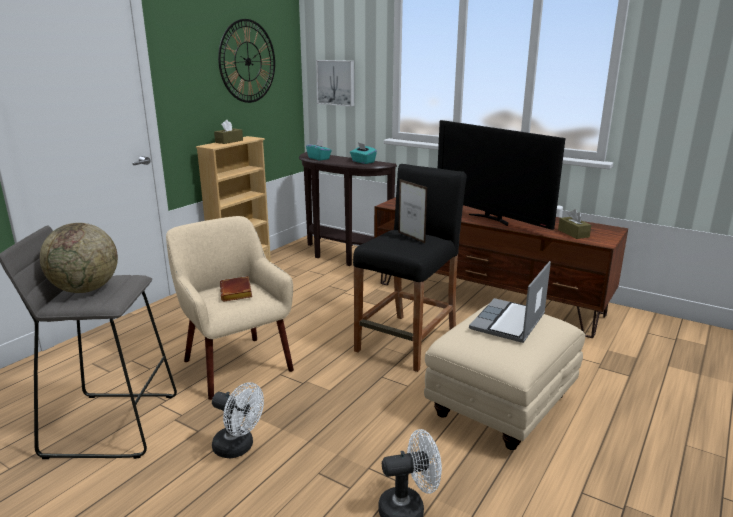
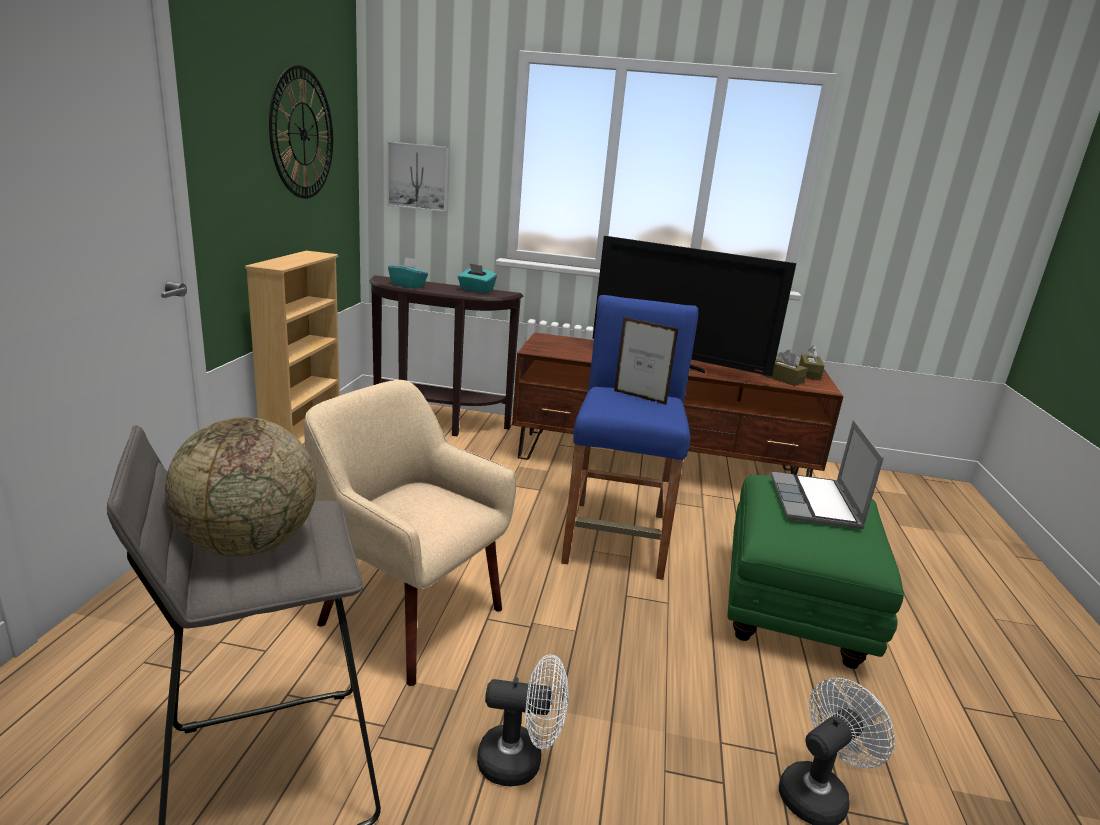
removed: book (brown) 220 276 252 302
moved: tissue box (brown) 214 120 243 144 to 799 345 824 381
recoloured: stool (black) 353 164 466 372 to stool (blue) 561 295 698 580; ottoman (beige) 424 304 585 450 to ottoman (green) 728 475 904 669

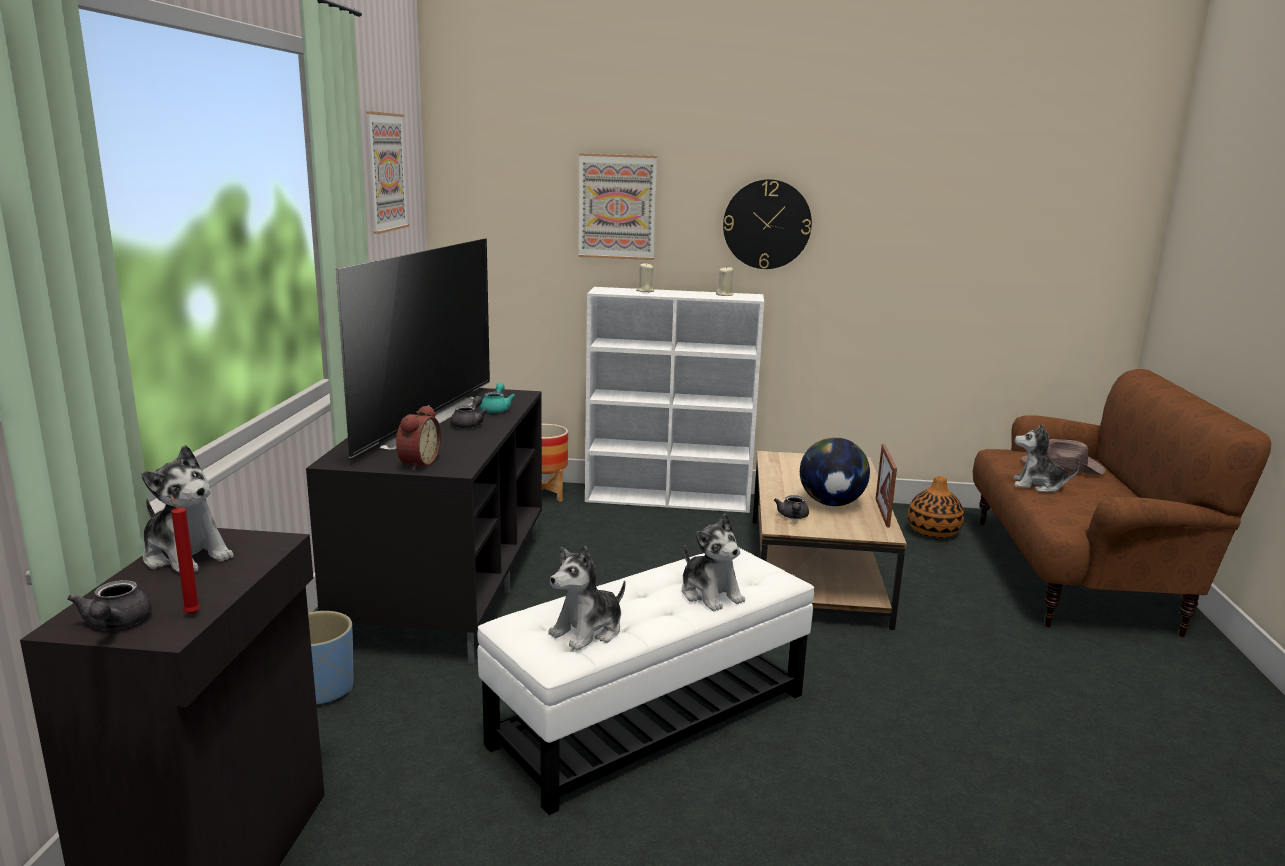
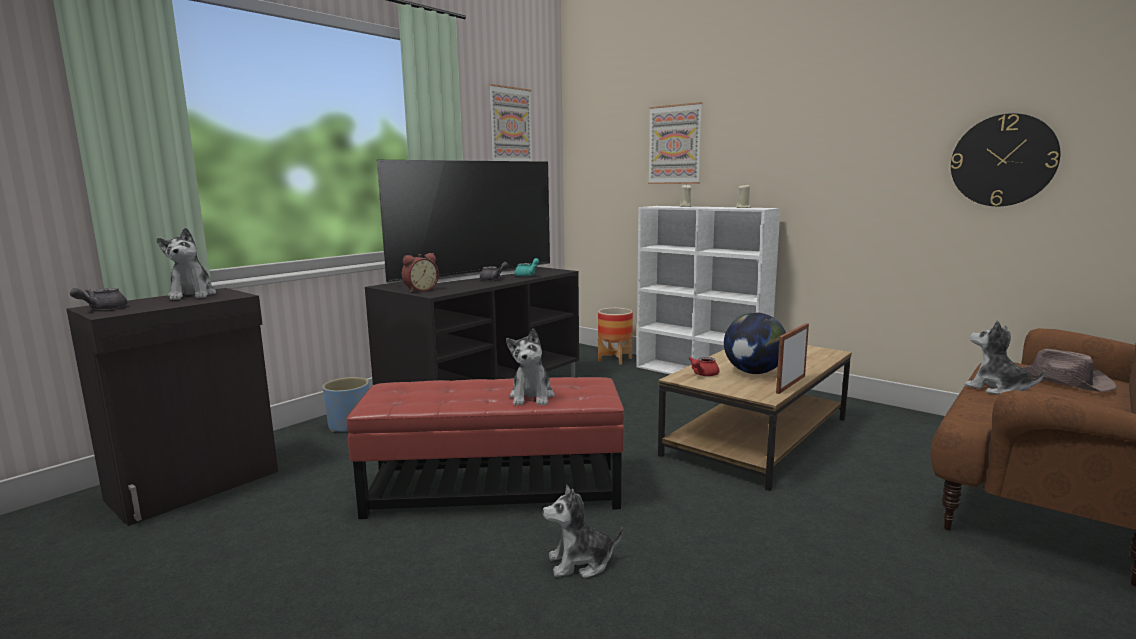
removed: candle (red) 170 494 200 615; vase 908 476 964 538
moved: plush toy 549 546 625 651 to 542 485 623 578; wall clock 723 179 812 269 to 951 113 1060 206
recoloured: ottoman (white) 477 548 814 815 to ottoman (red) 346 377 624 519; teapot (grey) 774 495 809 519 to teapot (red) 688 357 719 376

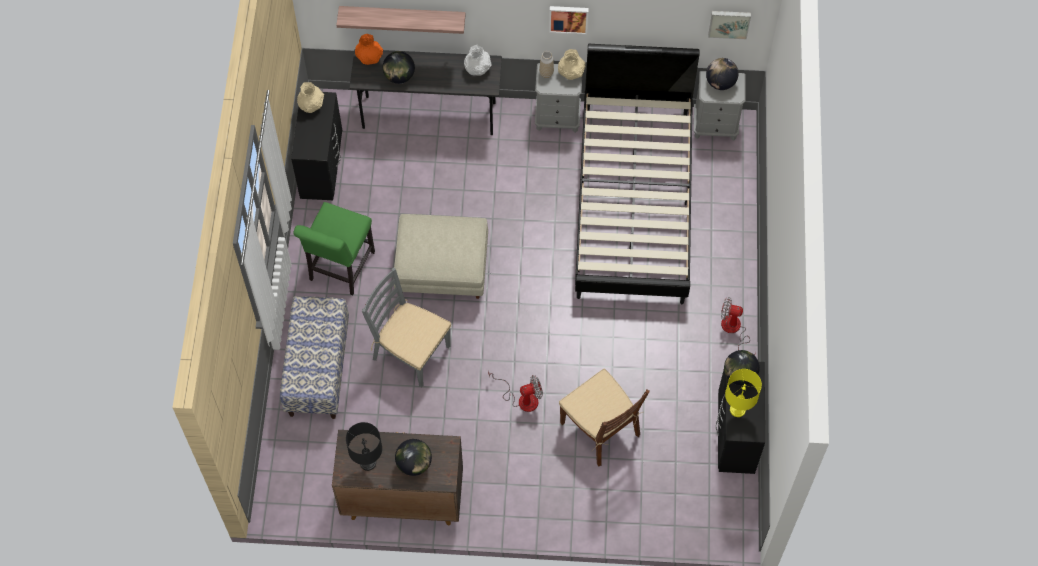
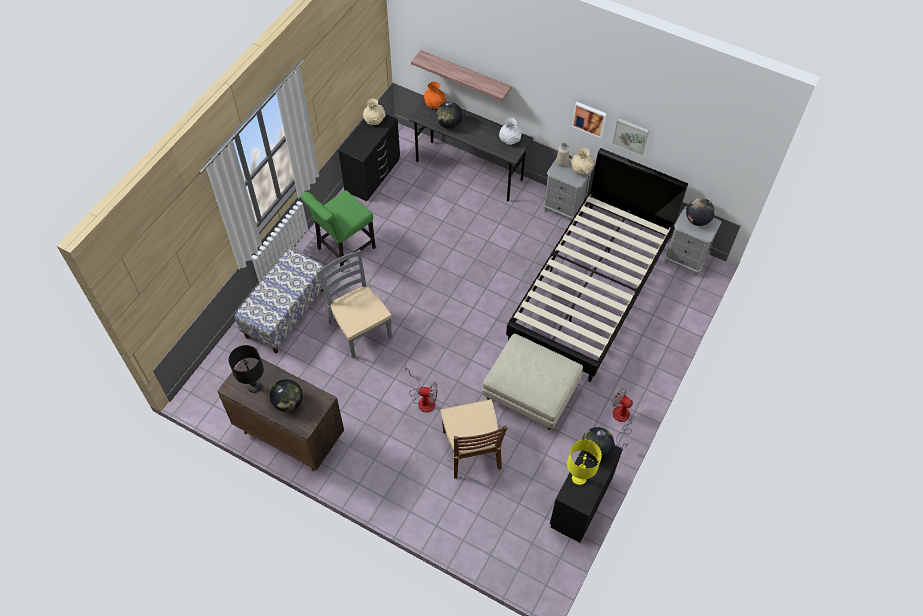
moved: ottoman (beige) 393 214 488 299 to 482 334 583 430; picture 708 11 751 39 to 613 118 649 155

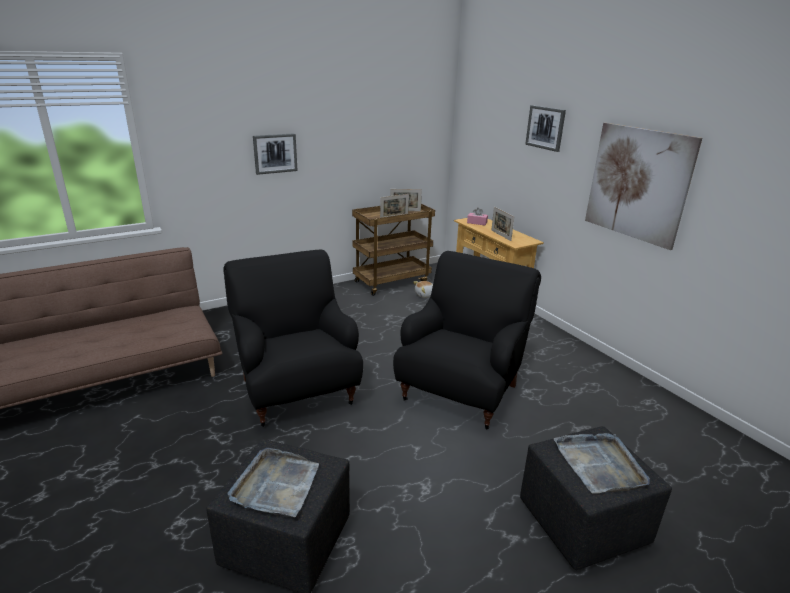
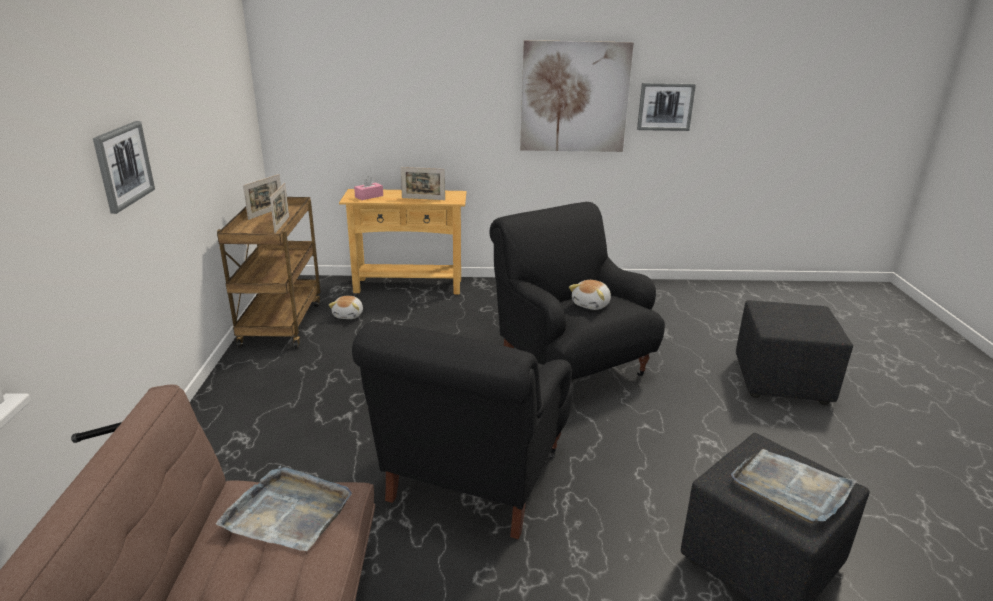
added: plush toy 569 280 611 310
moved: picture 525 105 566 152 to 637 83 696 131; tray (grey) 554 433 650 494 to 216 466 352 551
turned: armchair (black) 223 250 363 427 = 352 322 574 539 75 degrees counterclockwise

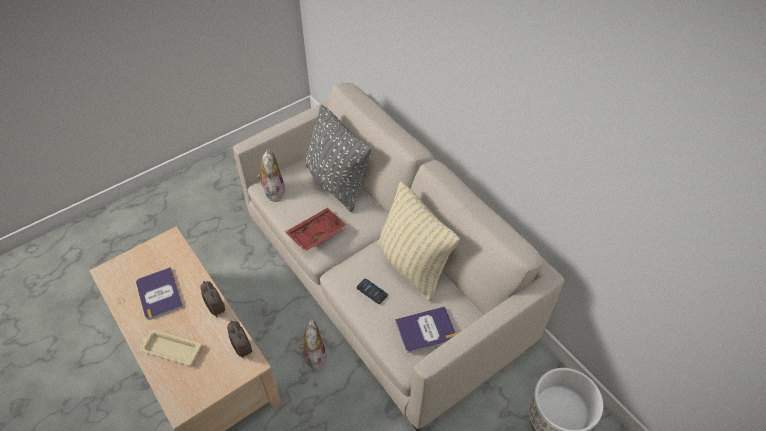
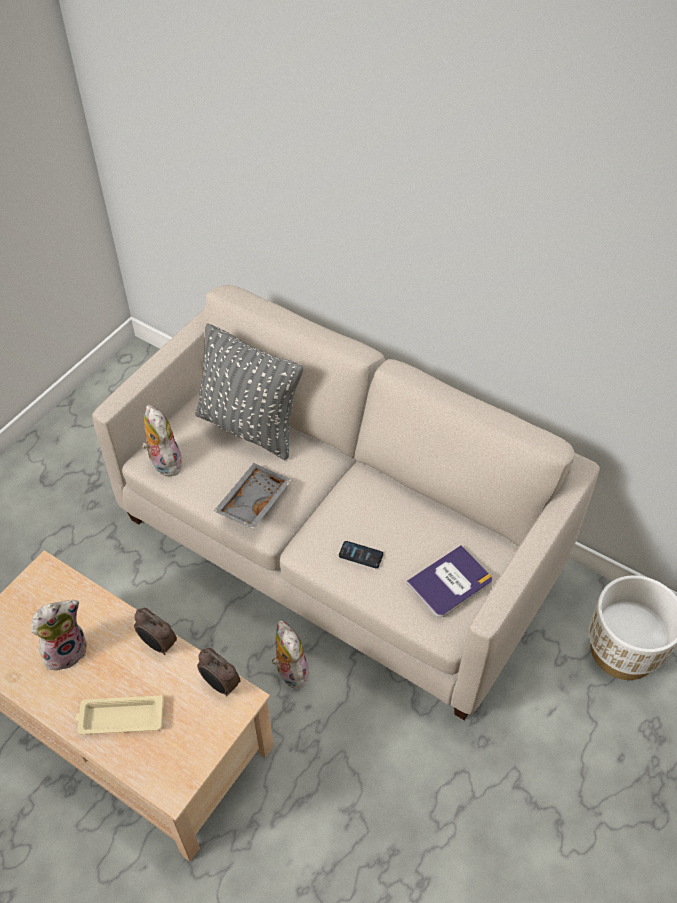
removed: pillow (beige) 377 181 460 301
replaced: book 136 267 183 320 to plush toy 31 600 87 670
recoloured: tray (red) 285 208 347 251 to tray (grey) 214 463 292 529

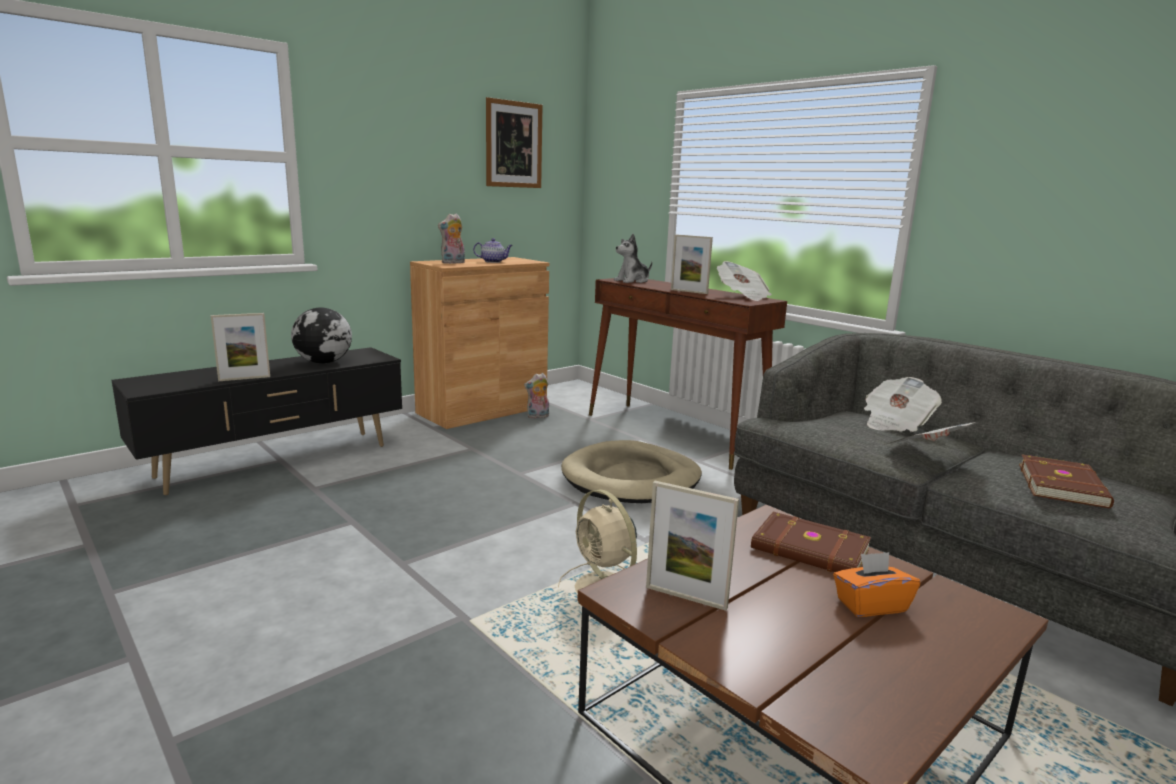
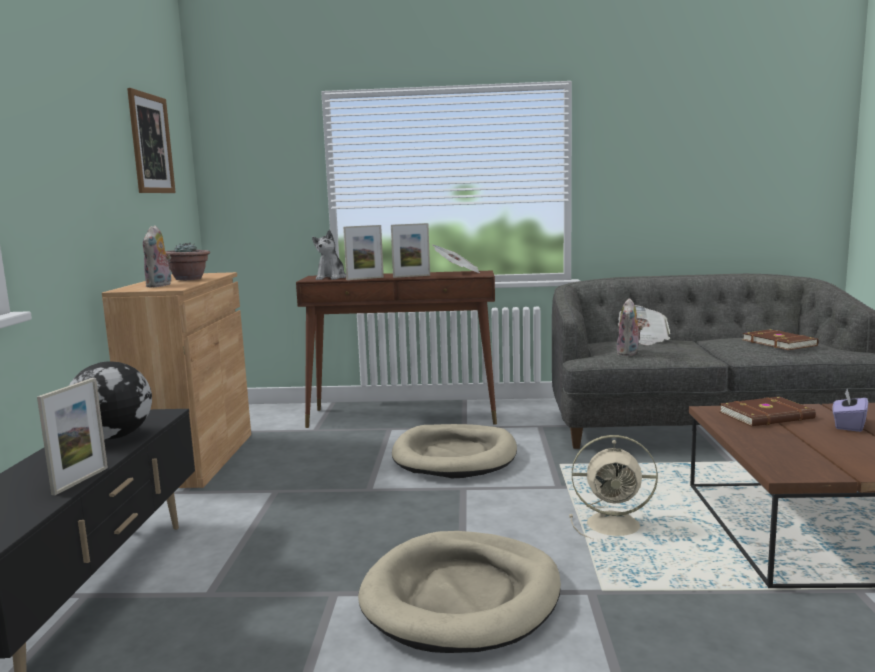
removed: newspaper 887 422 979 444
added: dog bed (beige) 358 531 561 653
moved: plush toy 524 373 549 419 to 617 298 643 356; picture frame 646 481 739 611 to 343 225 384 280
replaced: teapot 473 238 513 263 to potted plant 165 242 210 280
recoloured: tissue box (orange) 833 552 920 617 to tissue box (purple) 832 389 868 432

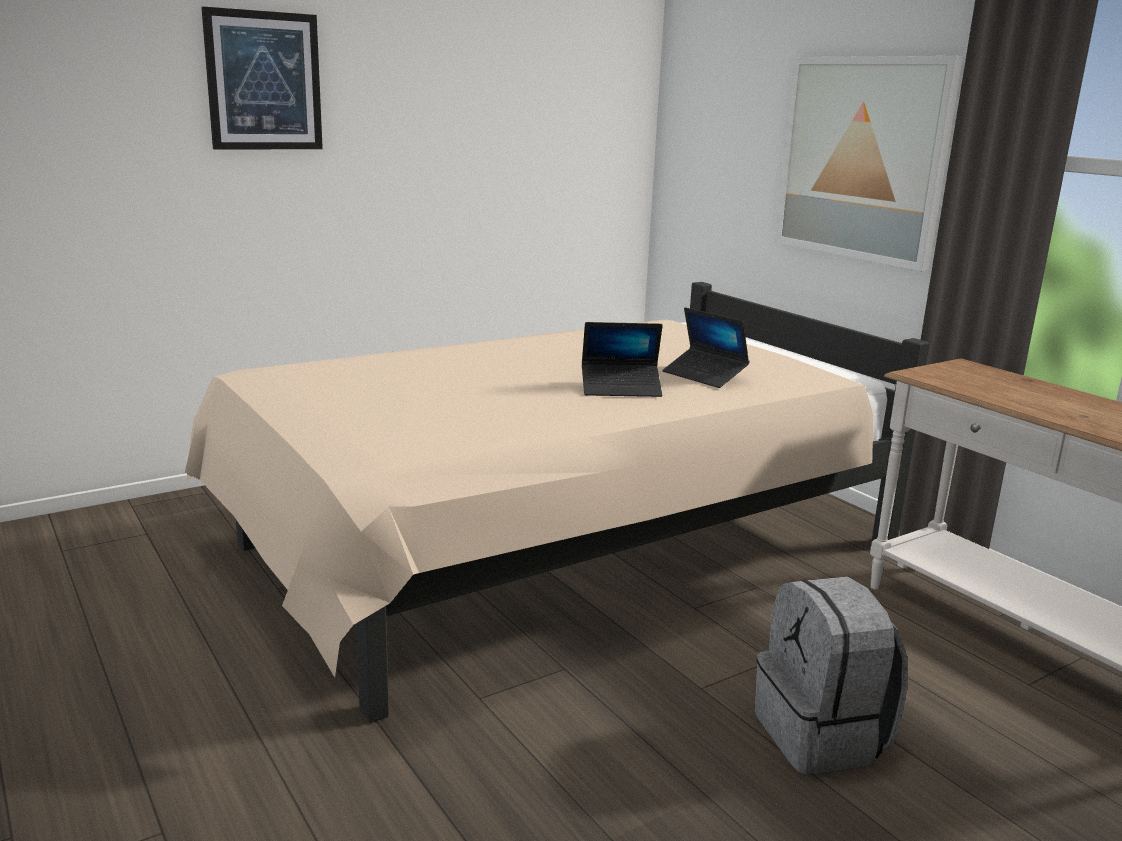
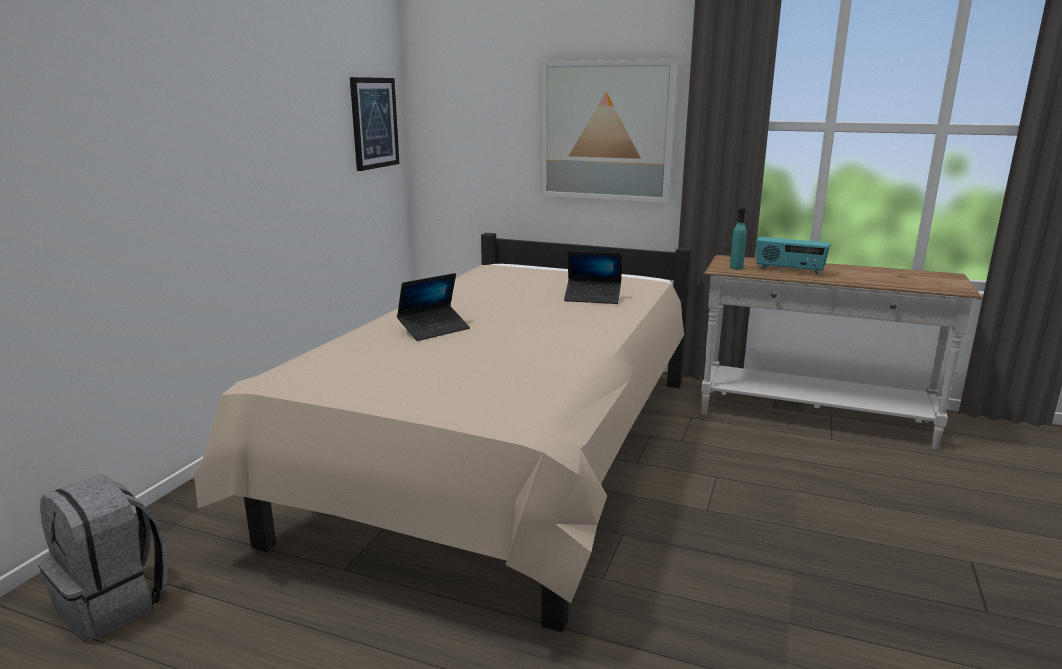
added: bottle (turquoise) 730 208 747 269; radio 756 237 830 275
moved: picture 201 7 323 150 to 350 77 399 171; laptop 582 322 663 397 to 397 273 470 341; backpack (grey) 755 576 907 774 to 38 474 168 642

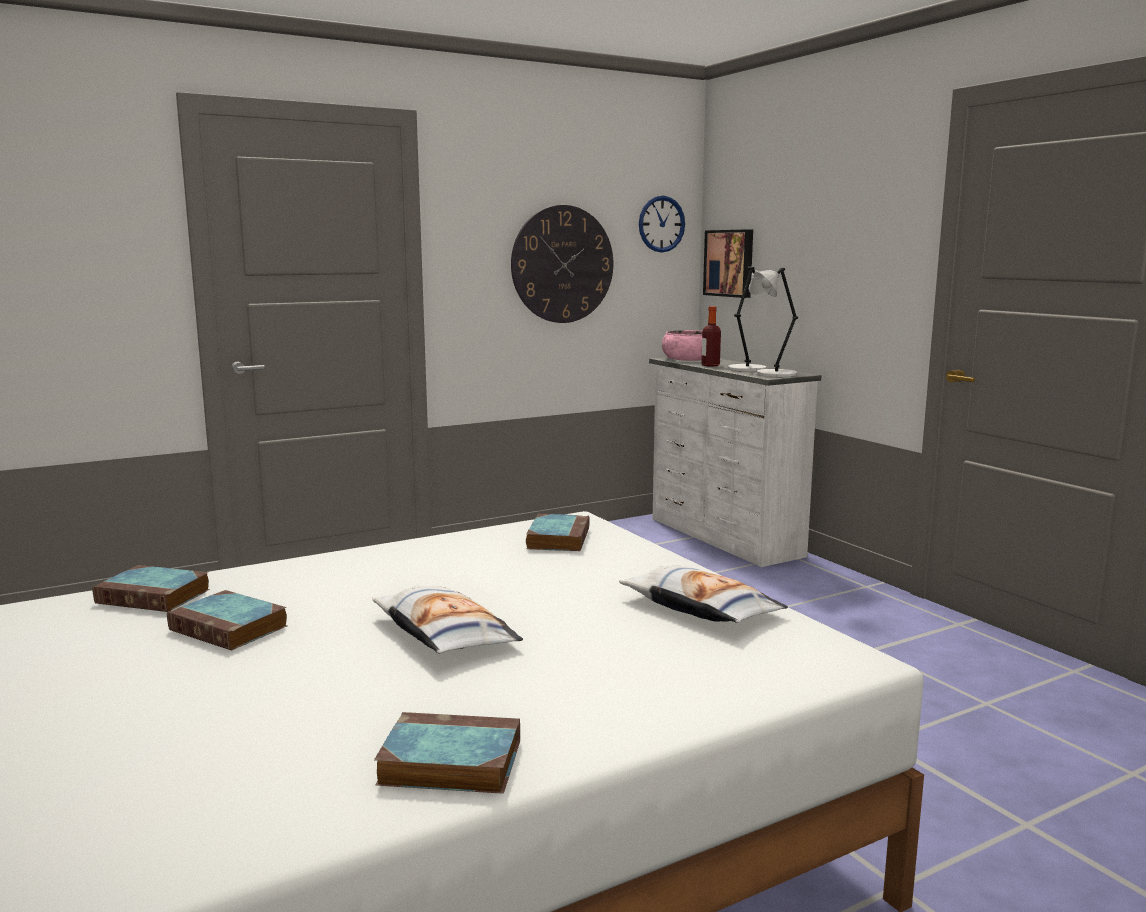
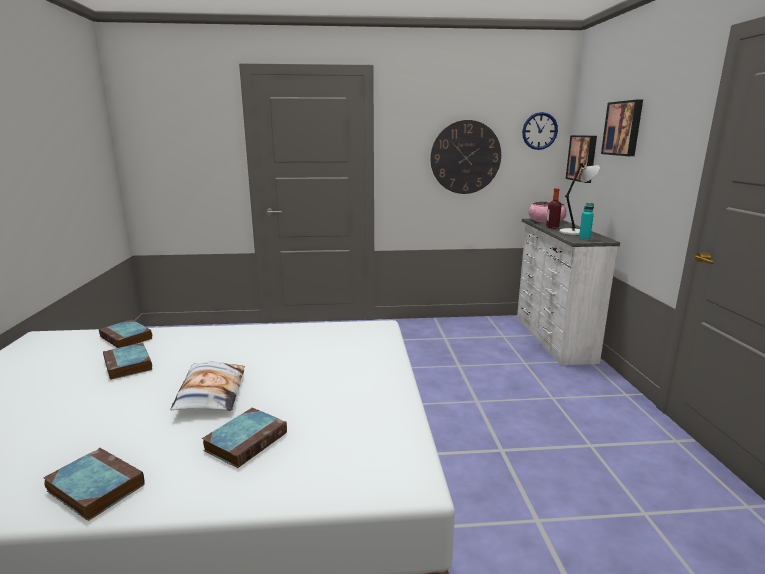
removed: pillow 619 566 788 623
added: picture 601 99 643 156
moved: book 526 514 590 551 to 202 408 287 468
replaced: table lamp (grey) 754 268 798 377 to bottle (turquoise) 579 203 594 240

